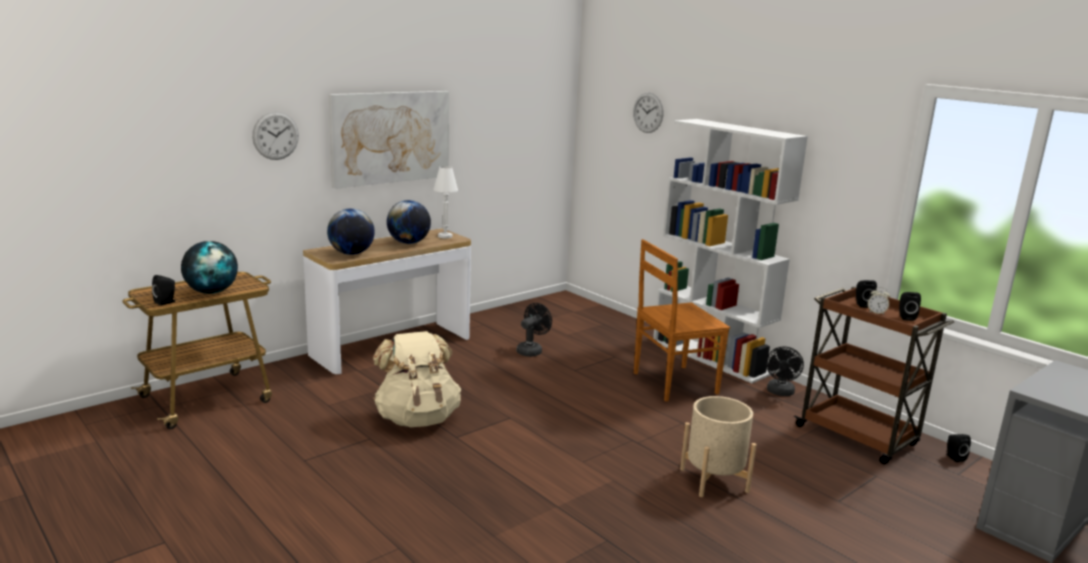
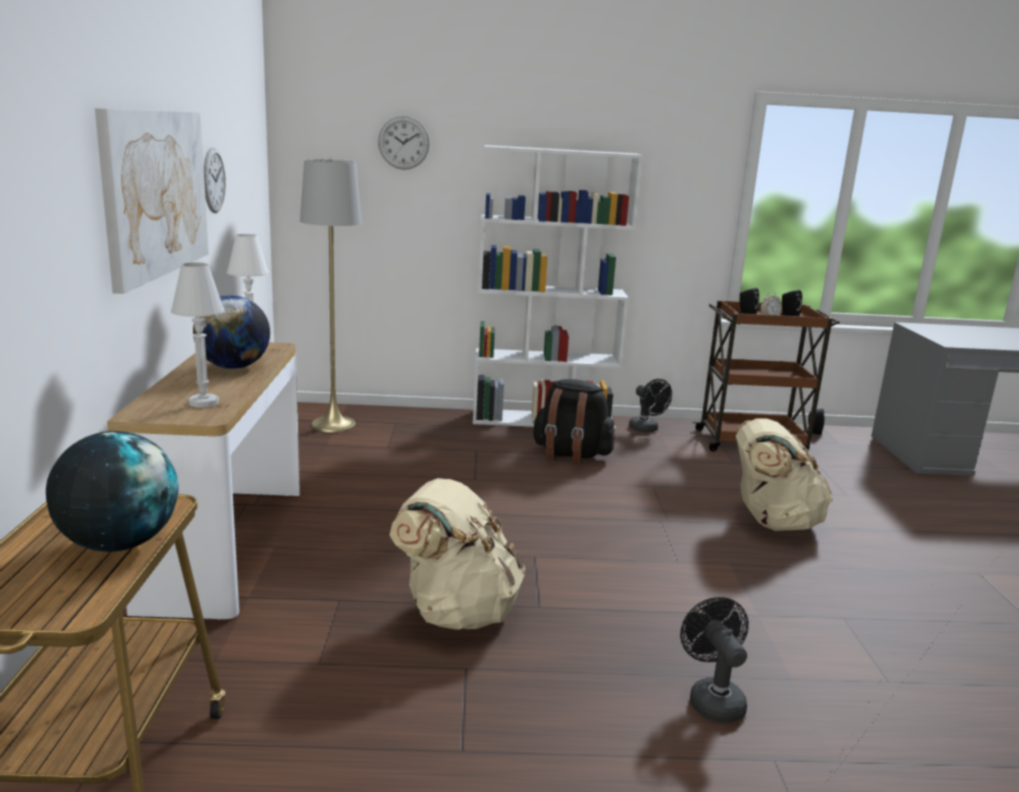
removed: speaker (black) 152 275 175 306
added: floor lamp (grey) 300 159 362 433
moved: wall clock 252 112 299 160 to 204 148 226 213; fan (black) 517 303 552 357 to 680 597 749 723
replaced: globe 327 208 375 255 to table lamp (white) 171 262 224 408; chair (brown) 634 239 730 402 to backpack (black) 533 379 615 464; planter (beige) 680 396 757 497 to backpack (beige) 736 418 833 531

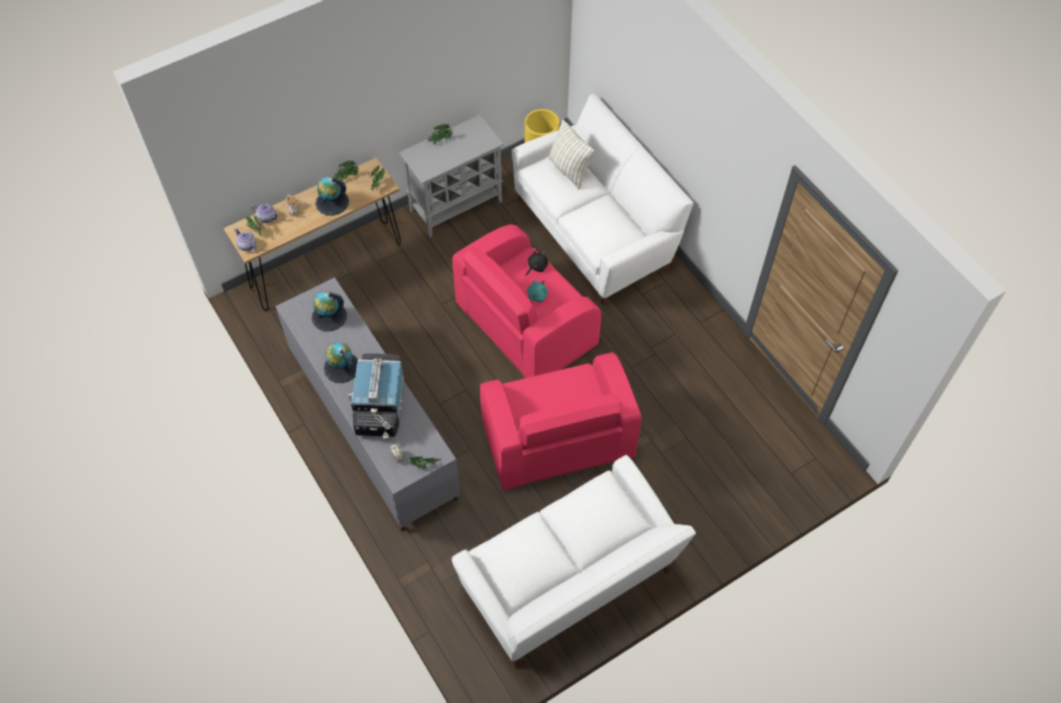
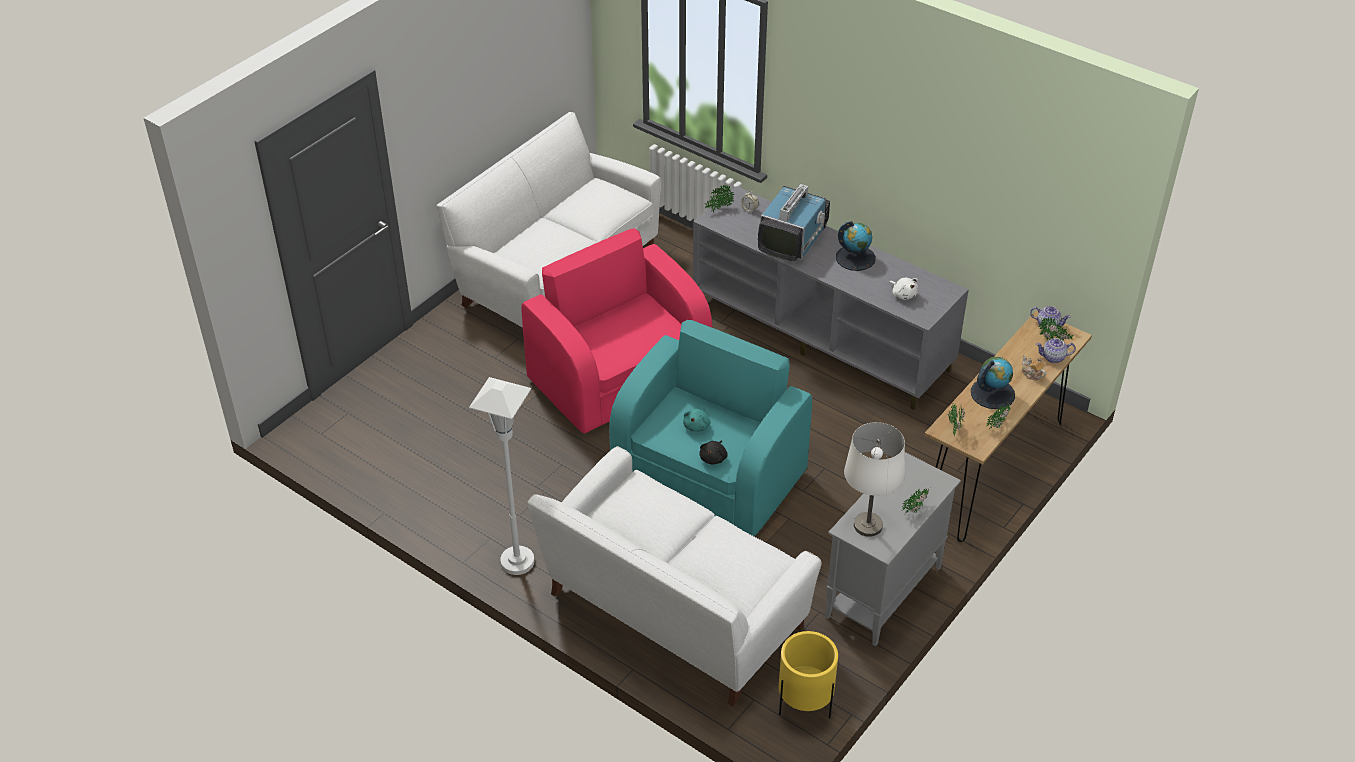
removed: pillow 548 119 594 189
added: floor lamp (white) 469 377 534 575; table lamp (white) 844 422 905 537
replaced: globe 312 291 347 331 to plush toy (white) 889 278 918 300
recoloured: armchair (pink) 452 224 601 378 to armchair (turquoise) 609 320 812 536
turned: television 349 354 404 440 = 758 184 830 261 45 degrees clockwise

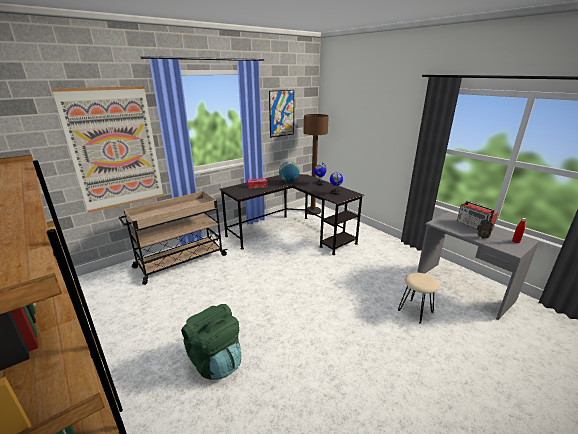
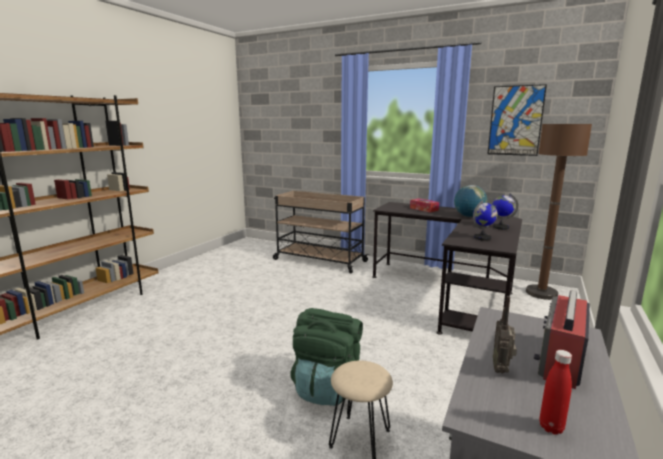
removed: picture 51 86 164 213
moved: backpack (green) 181 304 241 380 to 290 308 363 406

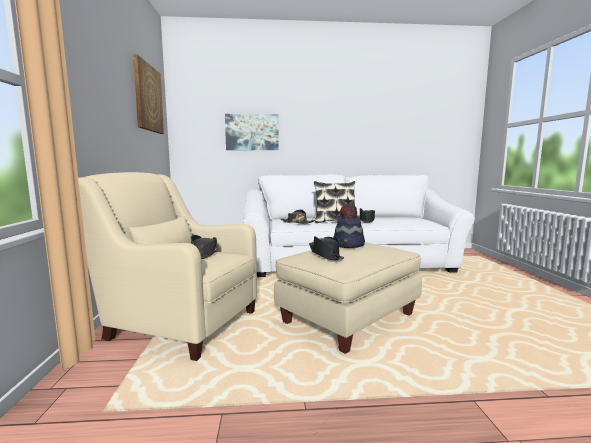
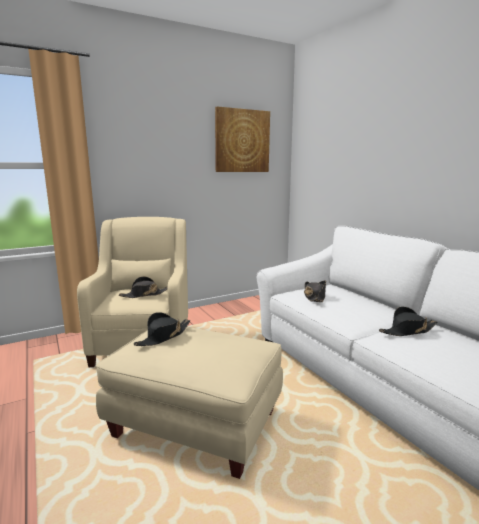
removed: picture 225 114 279 150; pillow 314 181 355 223; hat 334 204 365 248

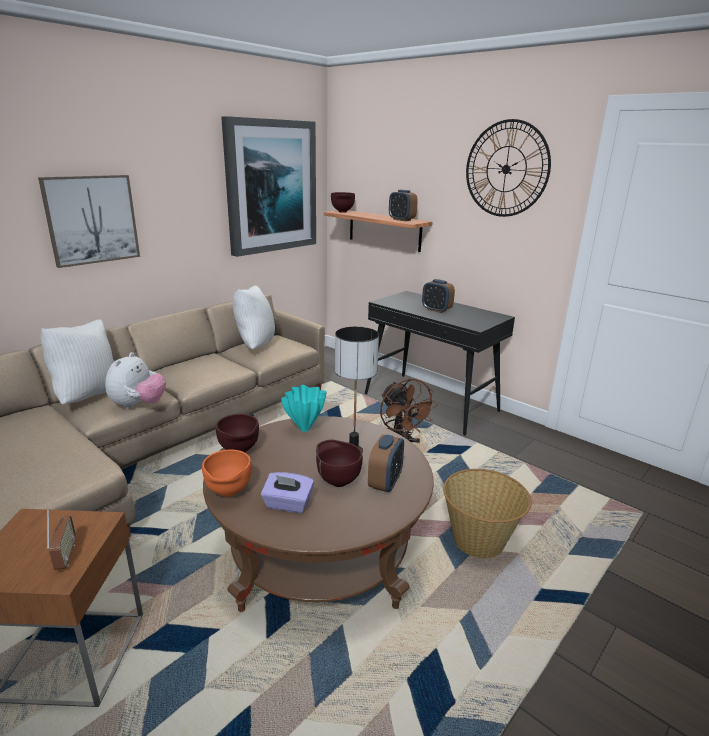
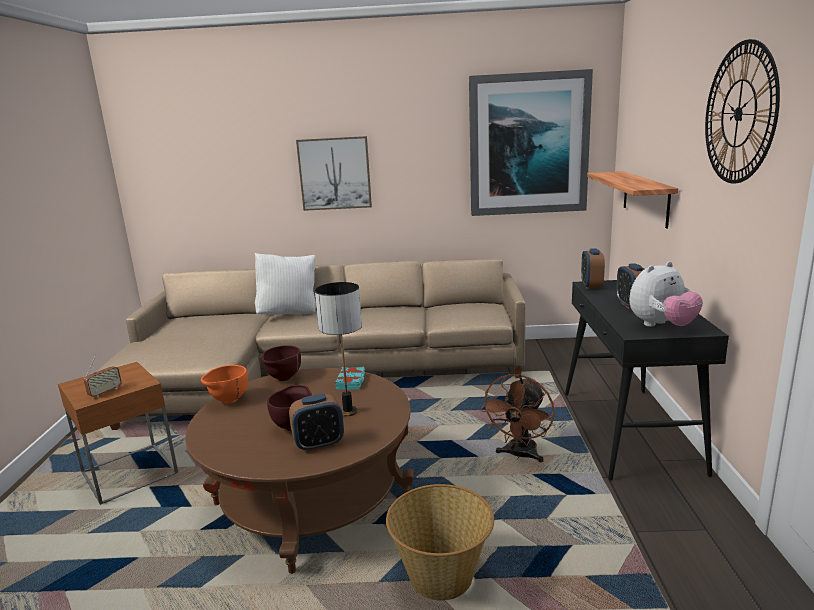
removed: pillow (white) 233 286 275 349; tissue box (purple) 261 472 314 513; bowl (brown) 331 192 355 213
moved: plush toy 105 352 166 409 to 629 261 703 327; alarm clock 389 190 418 221 to 581 248 605 289
replaced: vase (turquoise) 281 385 327 432 to book (turquoise) 335 367 365 390

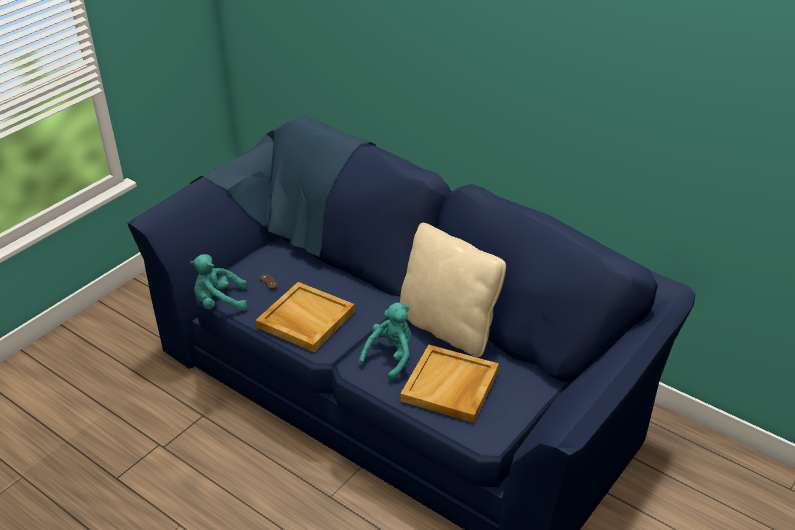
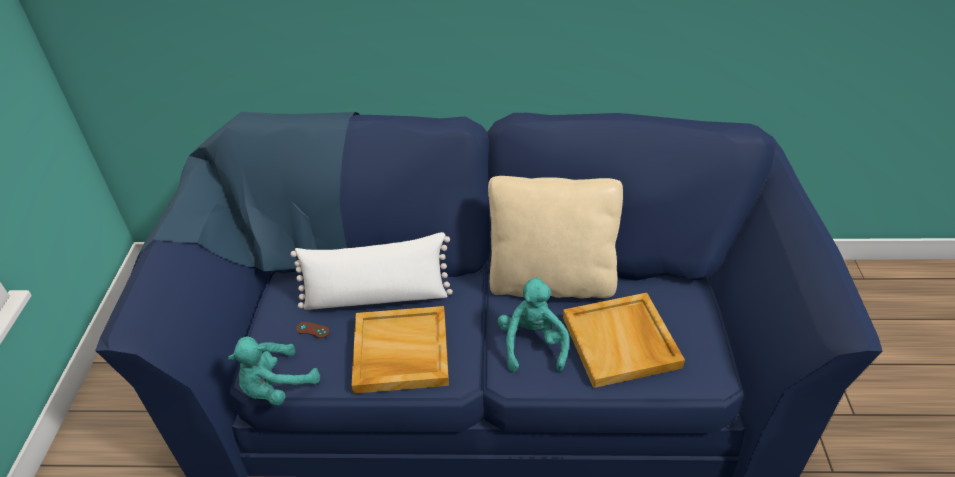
added: pillow (white) 290 232 453 310

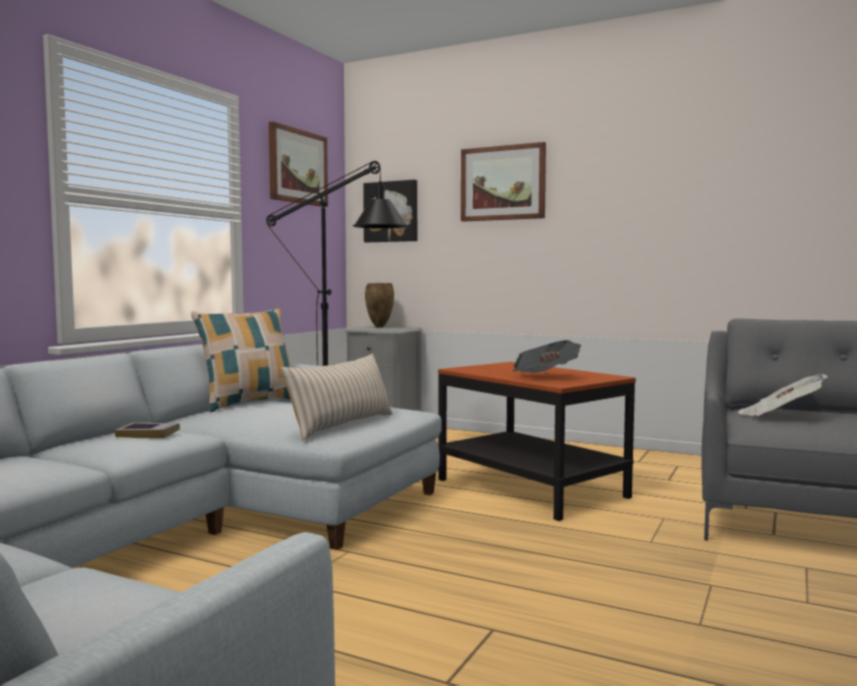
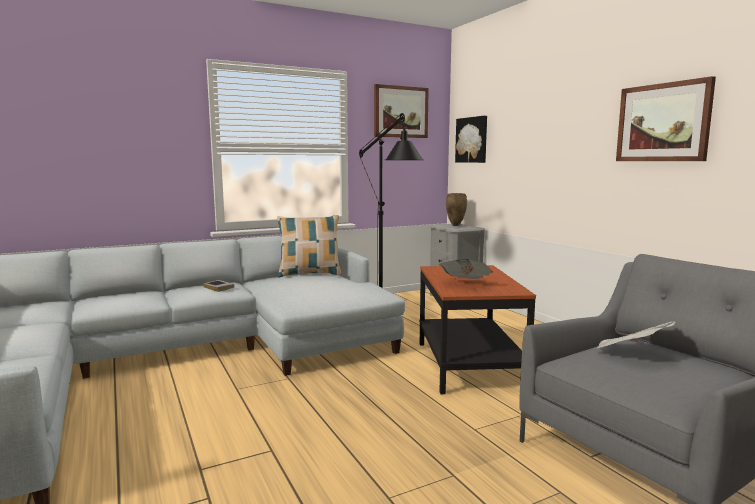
removed: pillow (beige) 280 353 392 441
moved: picture 461 142 546 222 to 616 76 716 161

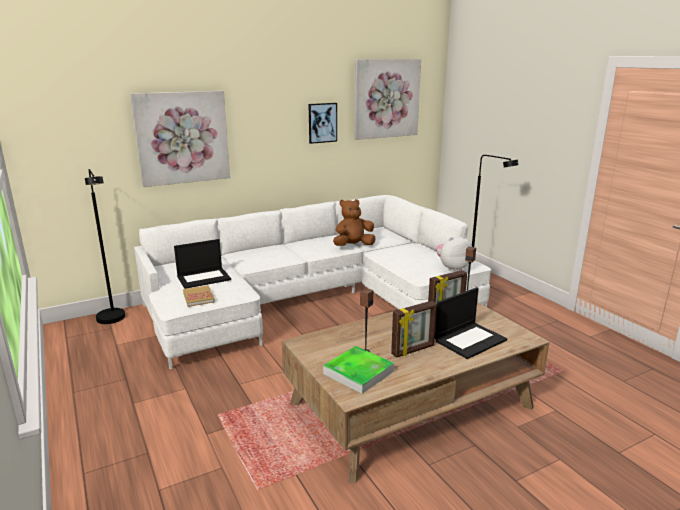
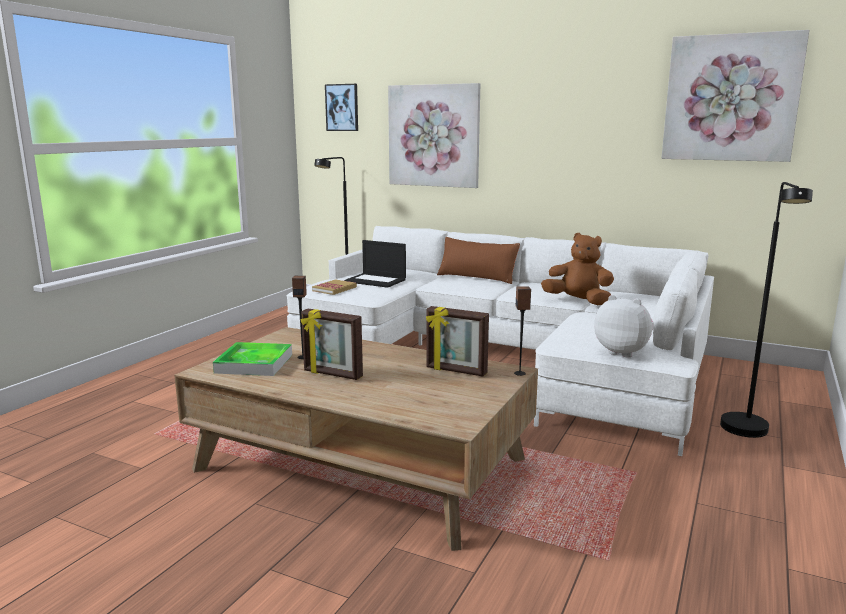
removed: laptop 435 287 507 359
added: pillow (brown) 437 237 520 284
moved: picture 309 103 337 144 to 325 84 358 131

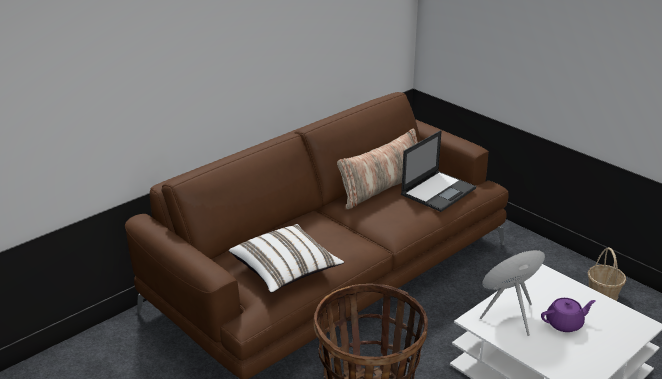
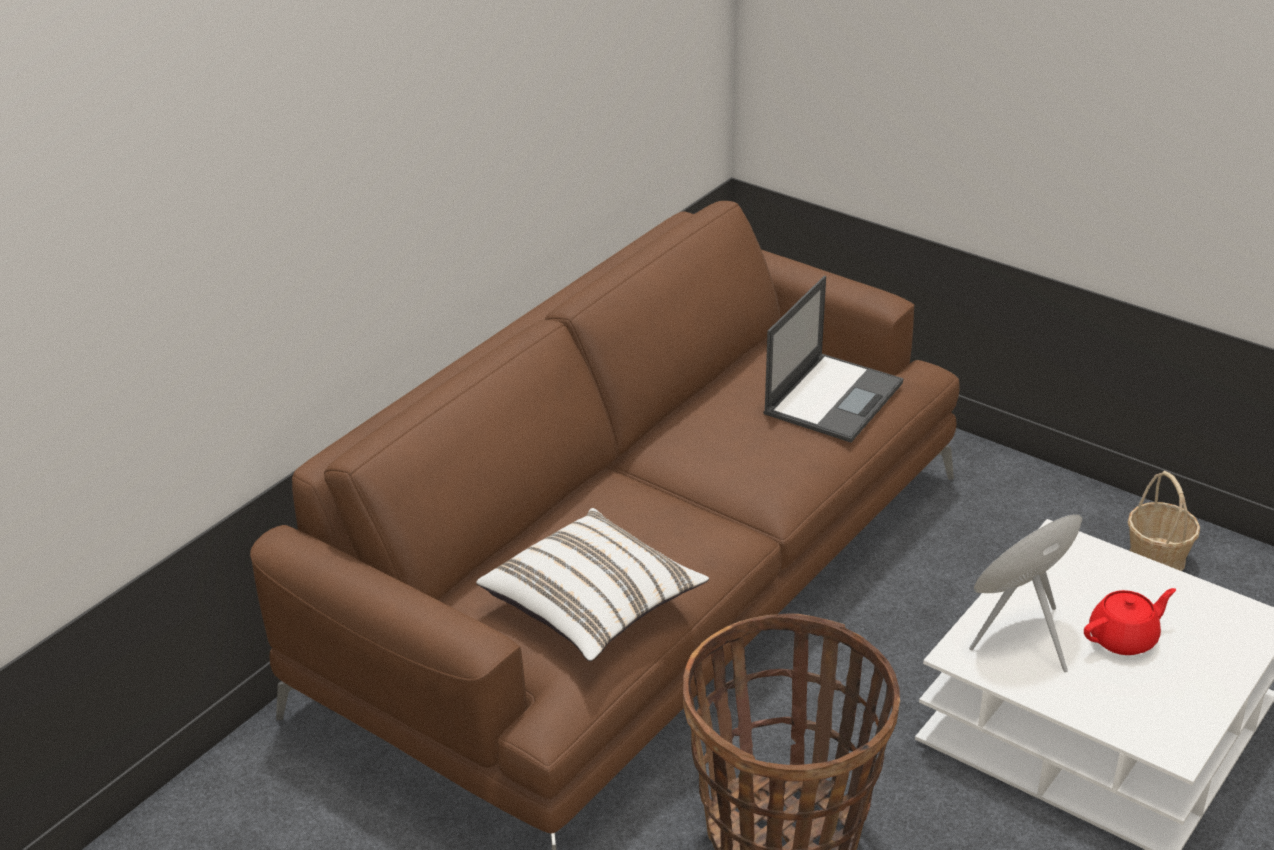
removed: pillow 337 128 418 209
recoloured: teapot (purple) 541 298 596 332 to teapot (red) 1084 588 1176 655

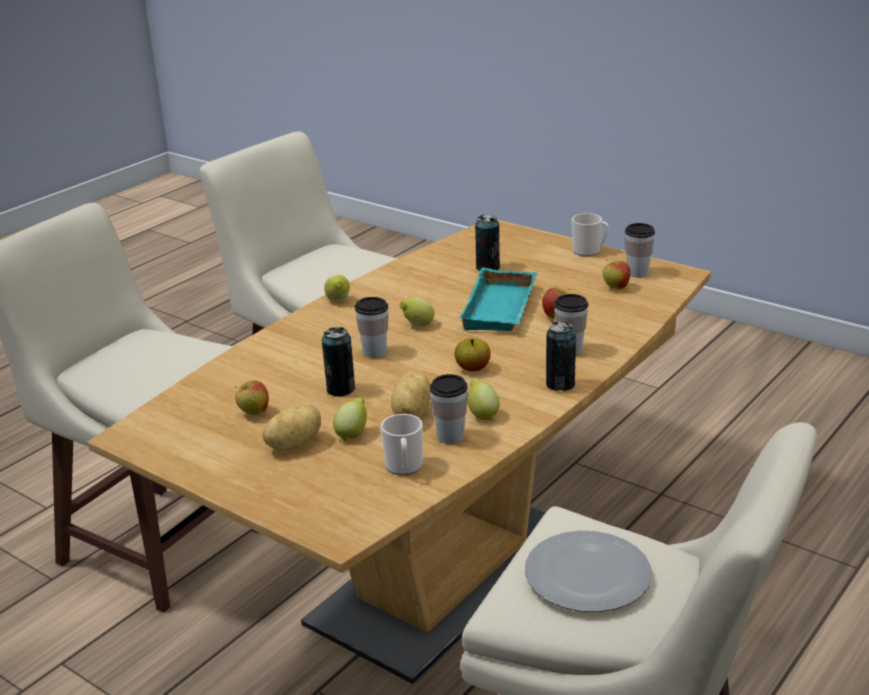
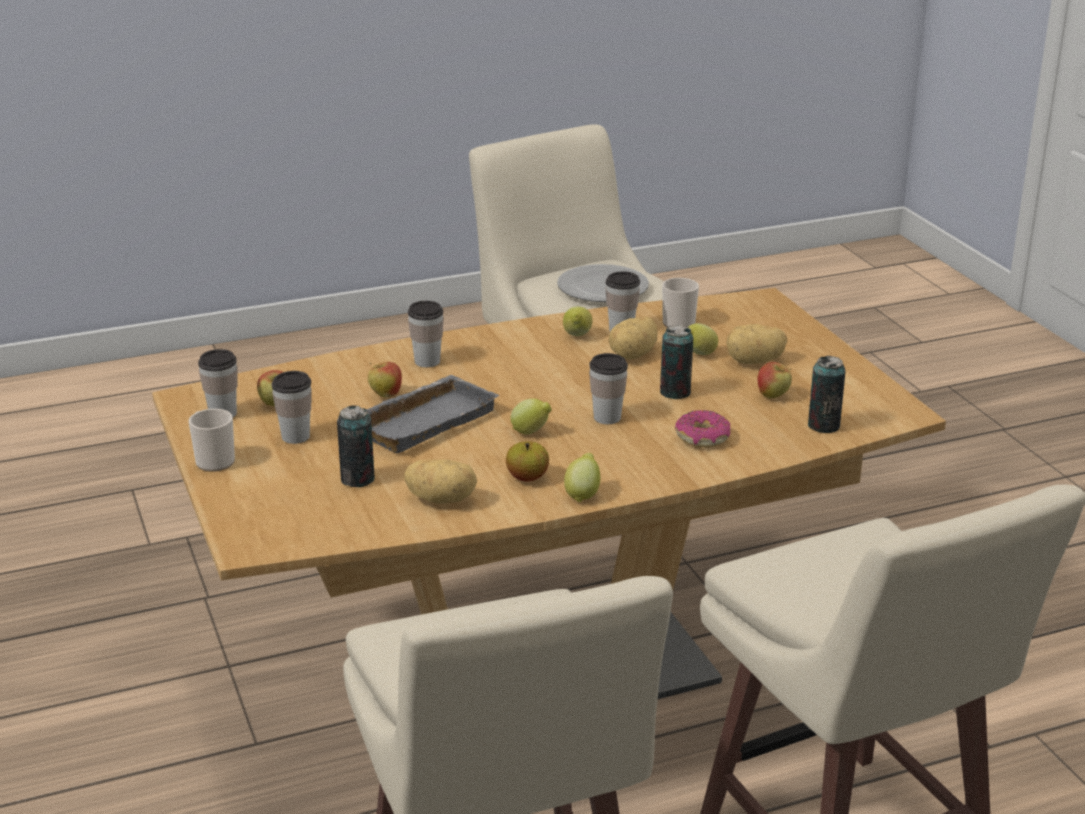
added: cup 271 371 312 444; potato 404 459 477 504; donut 675 410 731 447
moved: apple 455 338 491 371 to 506 441 549 481; can 546 321 576 391 to 808 356 845 433
recoloured: tray (turquoise) 459 267 537 331 to tray (grey) 366 375 500 453

